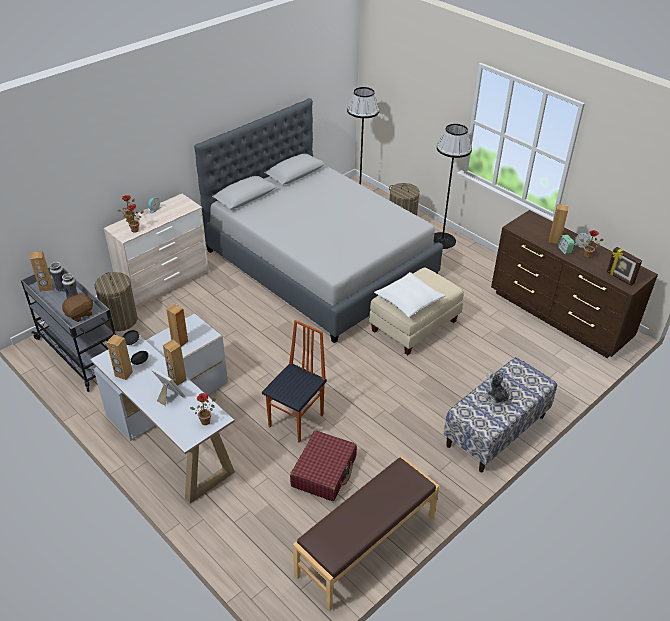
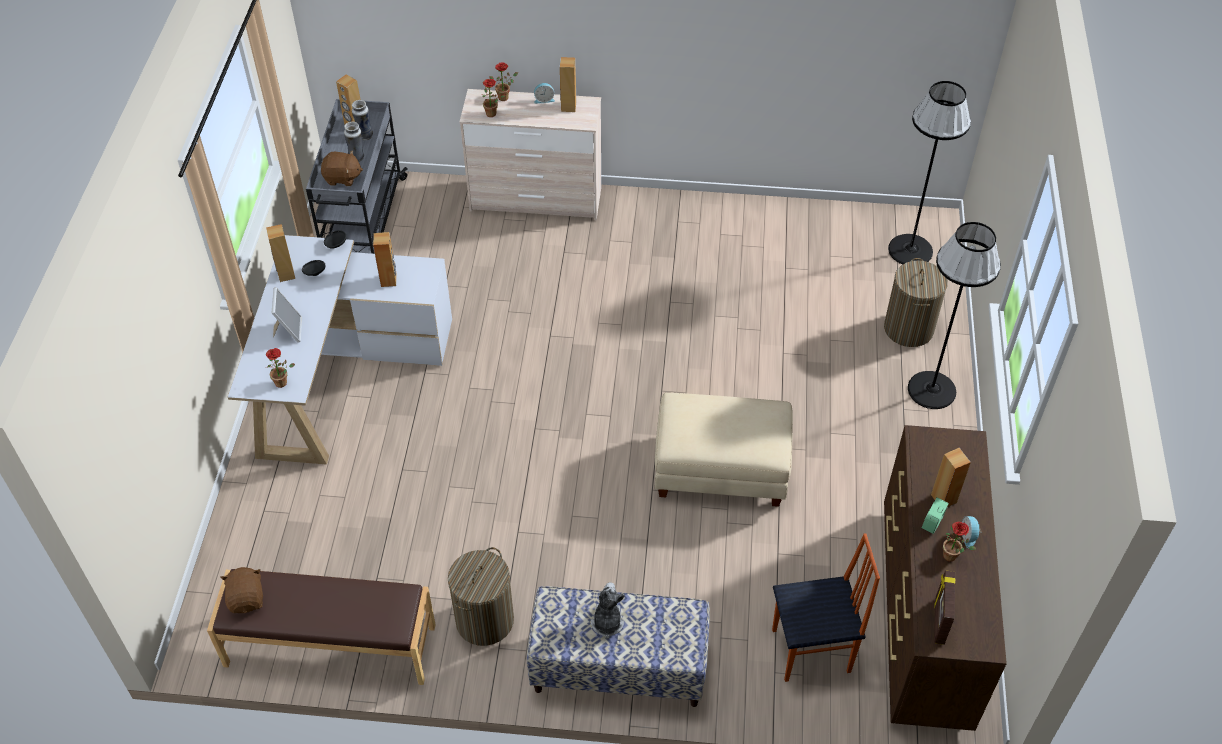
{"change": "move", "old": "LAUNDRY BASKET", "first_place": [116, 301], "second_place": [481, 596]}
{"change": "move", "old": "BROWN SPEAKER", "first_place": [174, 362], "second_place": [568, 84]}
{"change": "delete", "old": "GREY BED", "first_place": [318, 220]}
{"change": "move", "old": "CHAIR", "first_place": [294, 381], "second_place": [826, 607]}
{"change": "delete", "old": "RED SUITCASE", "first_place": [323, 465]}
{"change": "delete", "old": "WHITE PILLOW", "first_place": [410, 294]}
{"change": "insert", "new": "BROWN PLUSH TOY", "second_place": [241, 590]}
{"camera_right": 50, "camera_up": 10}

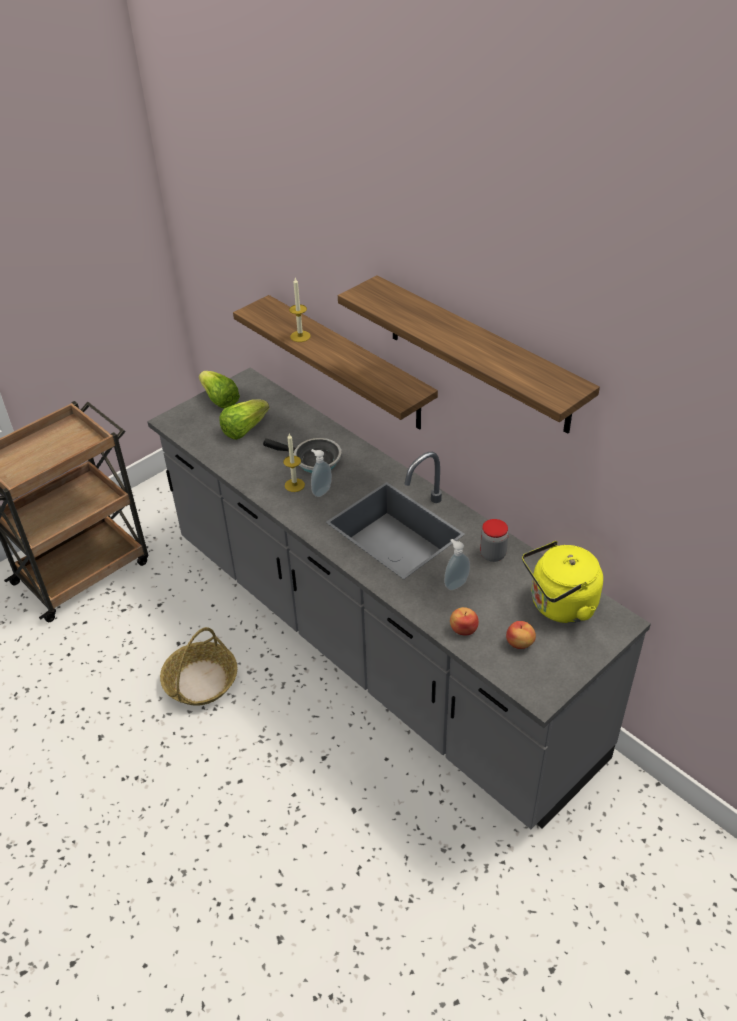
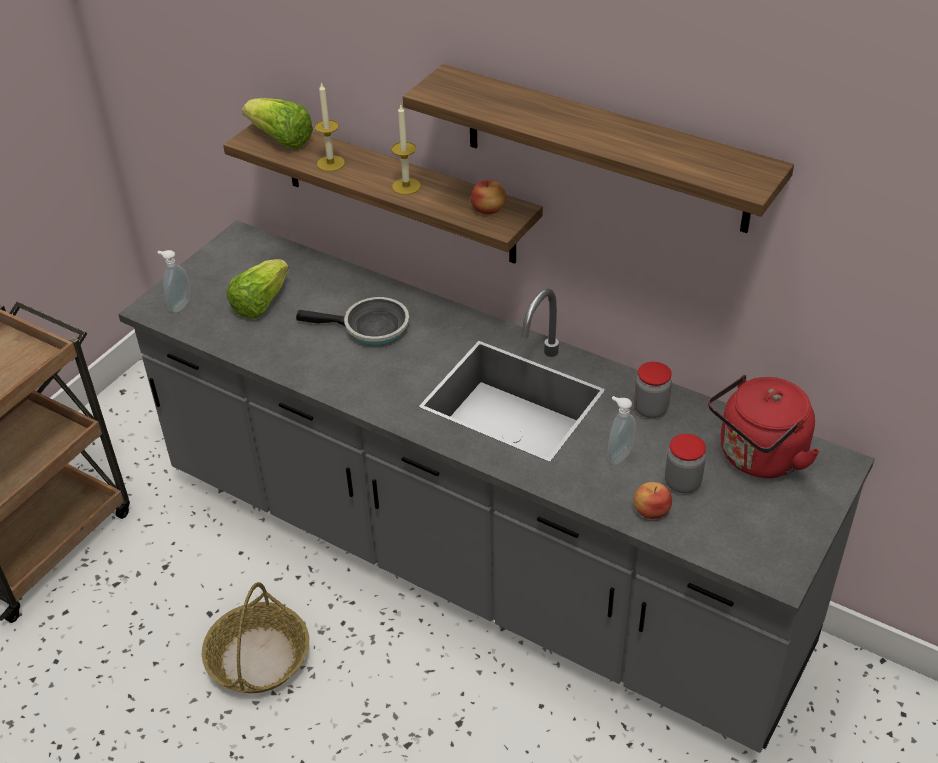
{"change": "move", "old": "LETTUCE", "first_place": [219, 389], "second_place": [277, 123]}
{"change": "move", "old": "CANDLE", "first_place": [294, 463], "second_place": [406, 150]}
{"change": "move", "old": "SOAP DISPENSER", "first_place": [321, 473], "second_place": [174, 281]}
{"change": "move", "old": "APPLE", "first_place": [521, 635], "second_place": [488, 197]}
{"change": "recolor", "old": "YELLOW KETTLE", "new": "RED KETTLE", "first_place": [562, 582], "second_place": [764, 426]}
{"change": "insert", "new": "JAR", "second_place": [685, 463]}
{"camera_right": -15, "camera_up": 0}

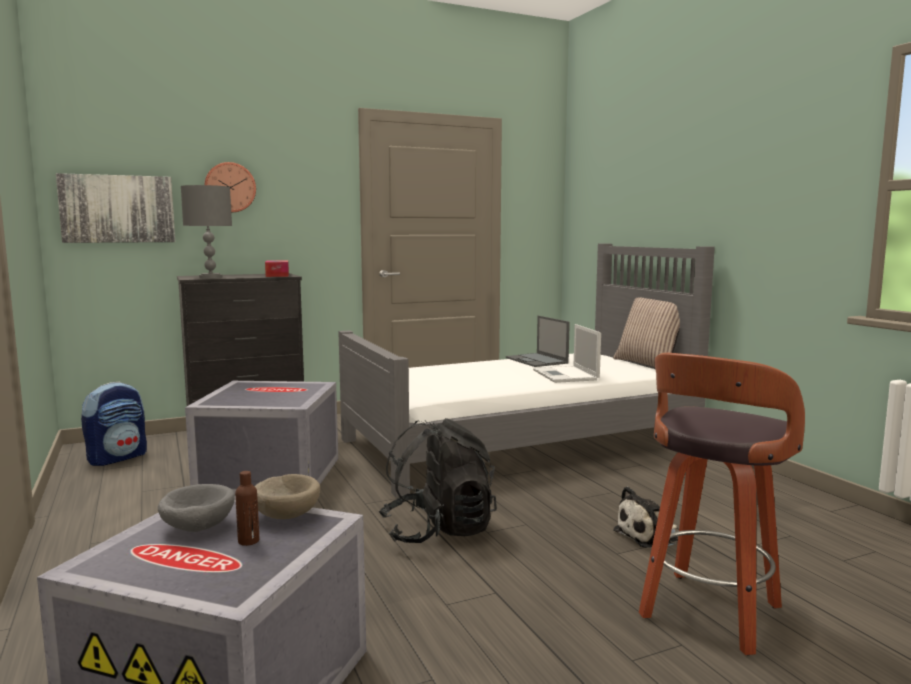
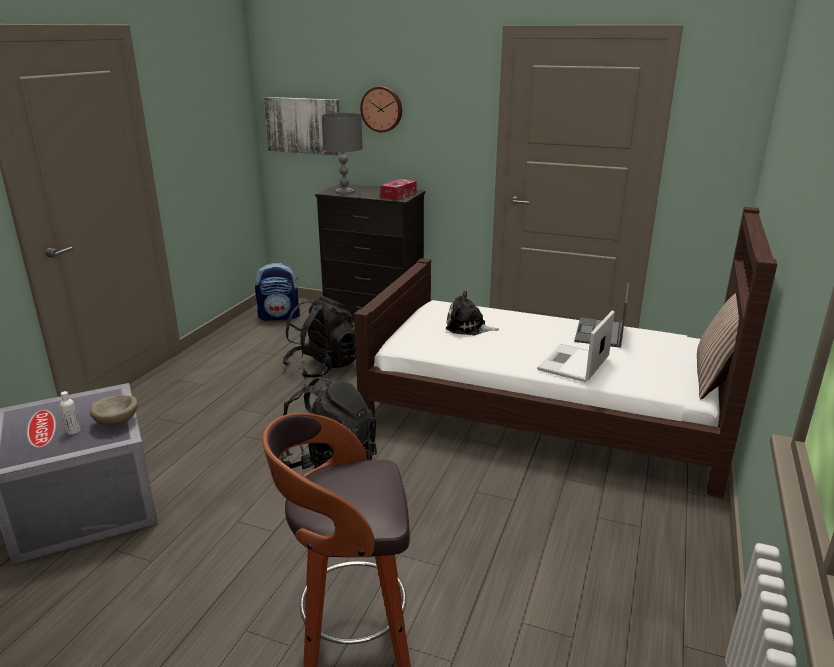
{"change": "delete", "old": "GREY BOWL", "first_place": [196, 508]}
{"change": "replace", "old": "GREY STORAGE BOX", "new": "BLACK BACKPACK", "first_place": [261, 438], "second_place": [319, 337]}
{"change": "recolor", "old": "BROWN BOTTLE", "new": "WHITE BOTTLE", "first_place": [247, 508], "second_place": [70, 413]}
{"change": "recolor", "old": "GREY BED", "new": "BROWN BED", "first_place": [526, 371], "second_place": [565, 352]}
{"change": "move", "old": "PLUSH TOY", "first_place": [645, 517], "second_place": [472, 313]}
{"camera_right": 45, "camera_up": 15}

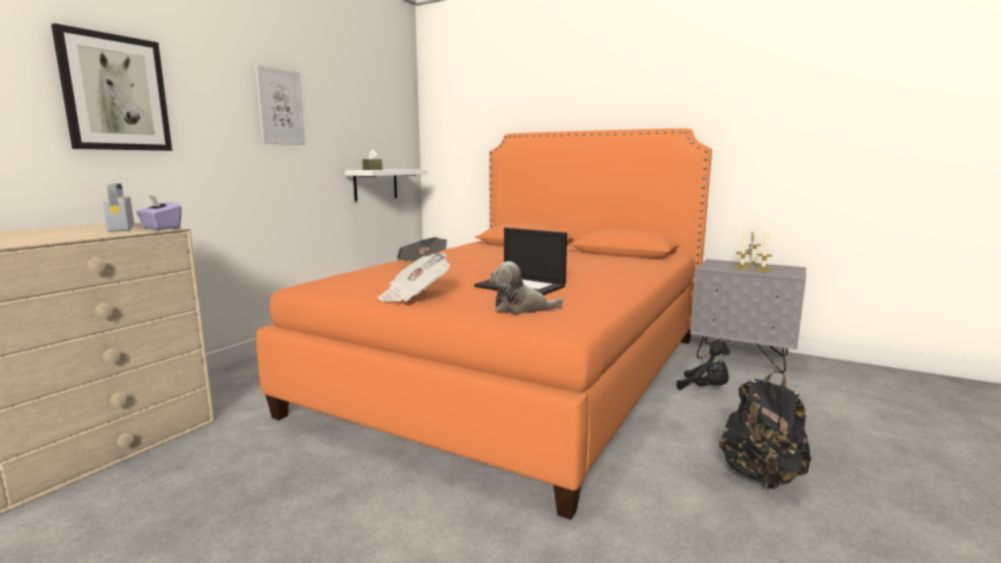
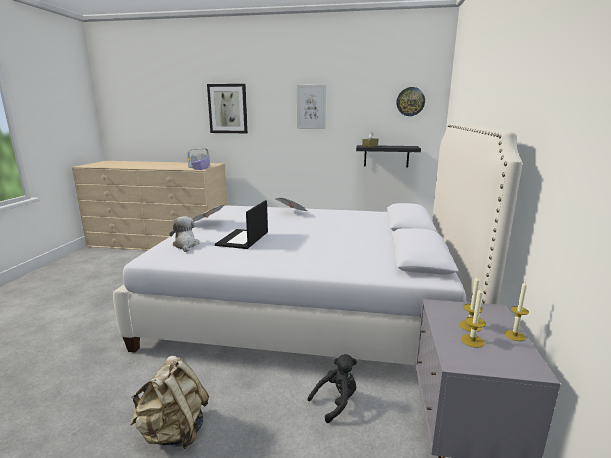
{"change": "recolor", "old": "ORANGE BED", "new": "WHITE BED", "first_place": [484, 324], "second_place": [317, 244]}
{"change": "recolor", "old": "WHITE SHELF", "new": "BLACK SHELF", "first_place": [386, 185], "second_place": [388, 156]}
{"change": "rotate", "old": "BLACK PLUSH TOY", "first_place": [703, 365], "second_place": [332, 388], "degrees": -135}
{"change": "recolor", "old": "BLACK BACKPACK", "new": "BEIGE BACKPACK", "first_place": [765, 430], "second_place": [169, 402]}
{"change": "insert", "new": "WALL CLOCK", "second_place": [410, 101]}
{"camera_right": 70, "camera_up": 5}

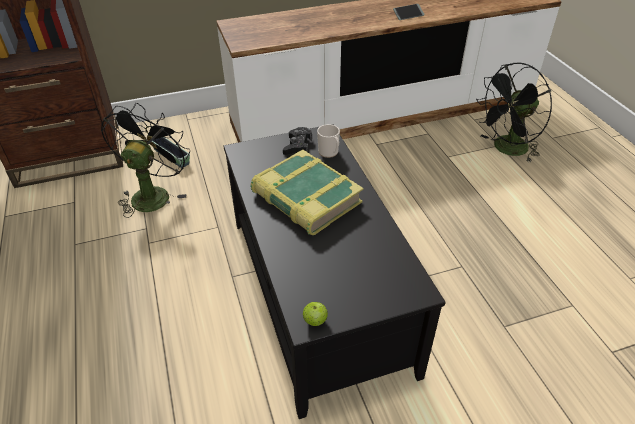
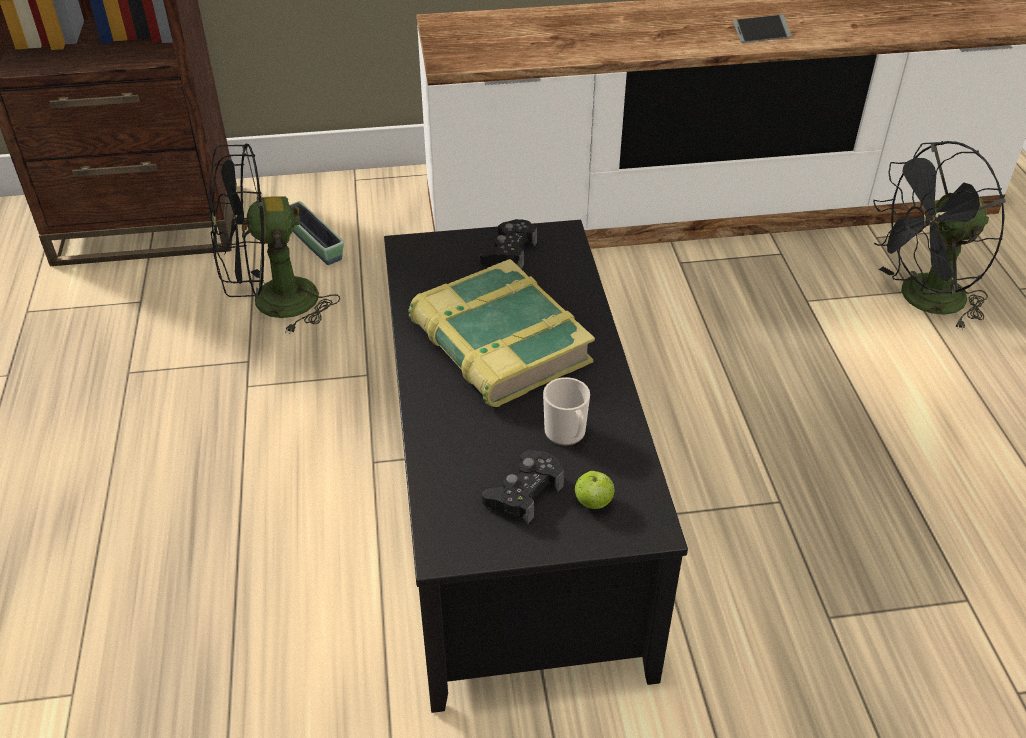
{"change": "rotate", "old": "BLACK FAN", "first_place": [145, 160], "second_place": [274, 239], "degrees": -135}
{"change": "move", "old": "APPLE", "first_place": [315, 314], "second_place": [595, 490]}
{"change": "move", "old": "MUG", "first_place": [328, 141], "second_place": [566, 411]}
{"change": "insert", "new": "BLACK GAME CONTROLLER", "second_place": [523, 487]}
{"camera_right": 10, "camera_up": 0}

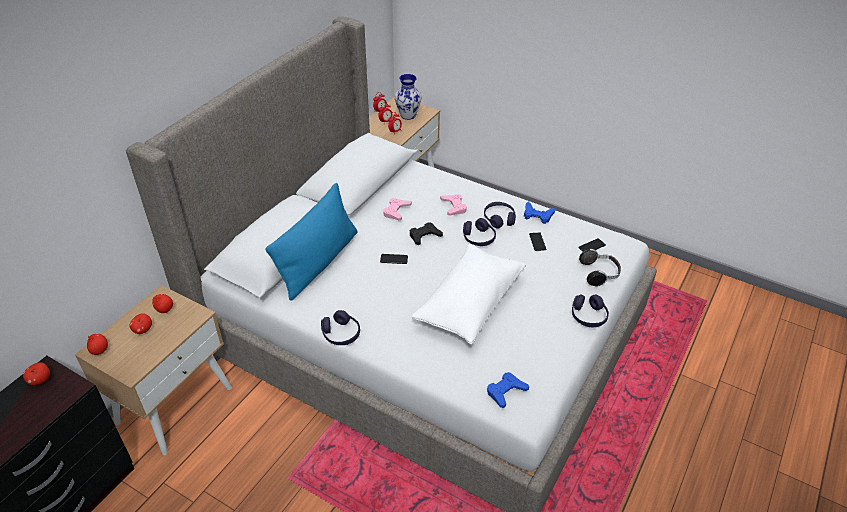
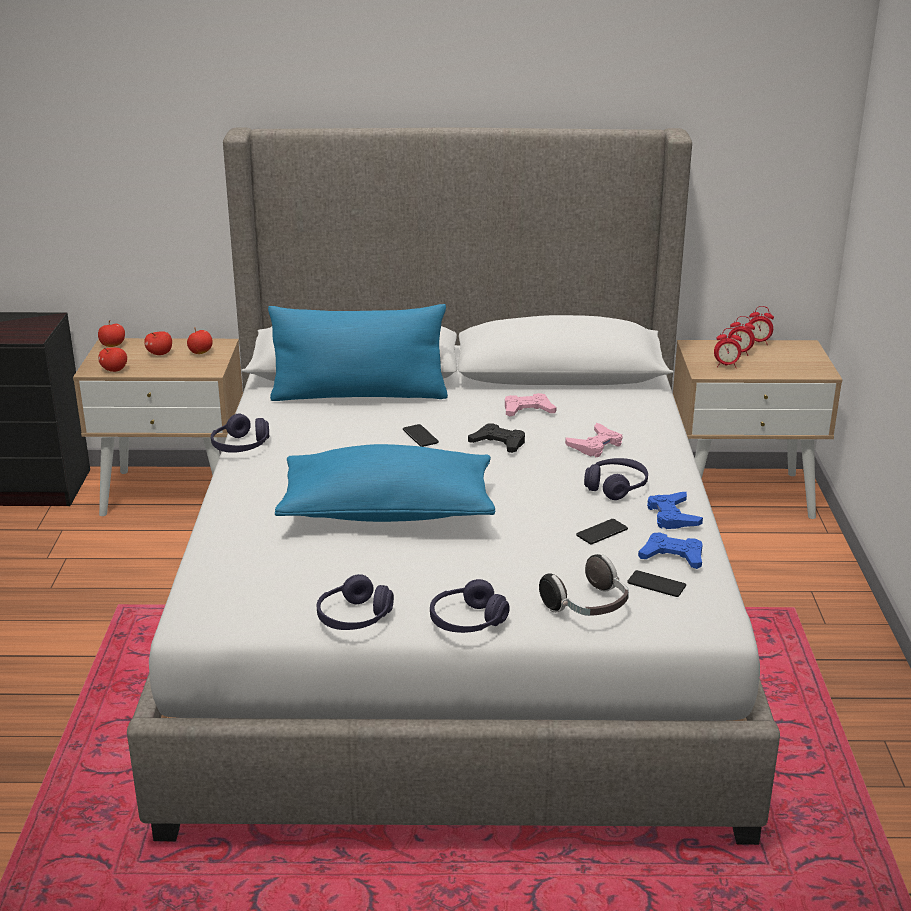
{"change": "move", "old": "APPLE", "first_place": [36, 373], "second_place": [112, 359]}
{"change": "delete", "old": "VASE", "first_place": [408, 97]}
{"change": "recolor", "old": "WHITE PILLOW", "new": "BLUE PILLOW", "first_place": [468, 294], "second_place": [385, 483]}
{"change": "move", "old": "PURPLE HEADPHONES", "first_place": [479, 232], "second_place": [355, 602]}
{"change": "move", "old": "BLUE GAME CONTROLLER", "first_place": [508, 390], "second_place": [670, 551]}
{"camera_right": 60, "camera_up": -15}

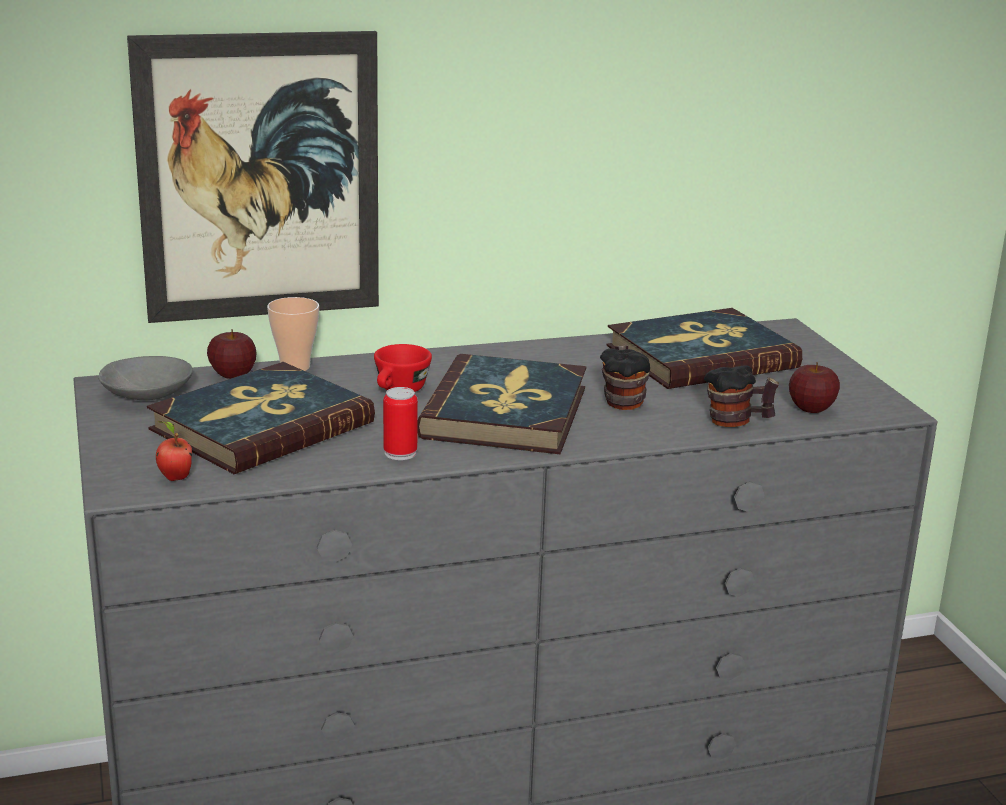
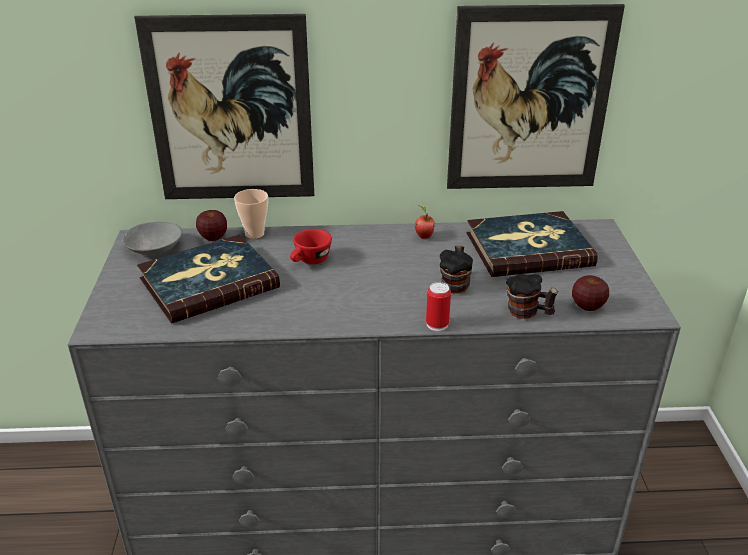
{"change": "move", "old": "APPLE", "first_place": [174, 451], "second_place": [424, 222]}
{"change": "move", "old": "CAN", "first_place": [400, 423], "second_place": [438, 306]}
{"change": "delete", "old": "BOOK", "first_place": [501, 404]}
{"change": "insert", "new": "PICTURE", "second_place": [536, 96]}
{"camera_right": 15, "camera_up": 10}

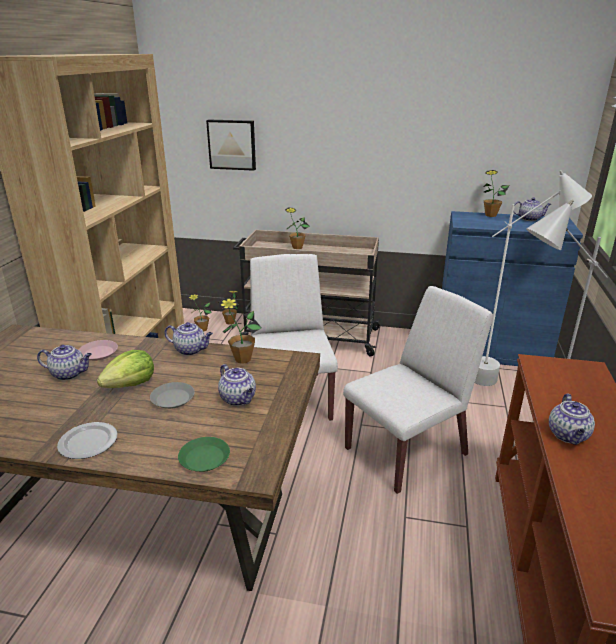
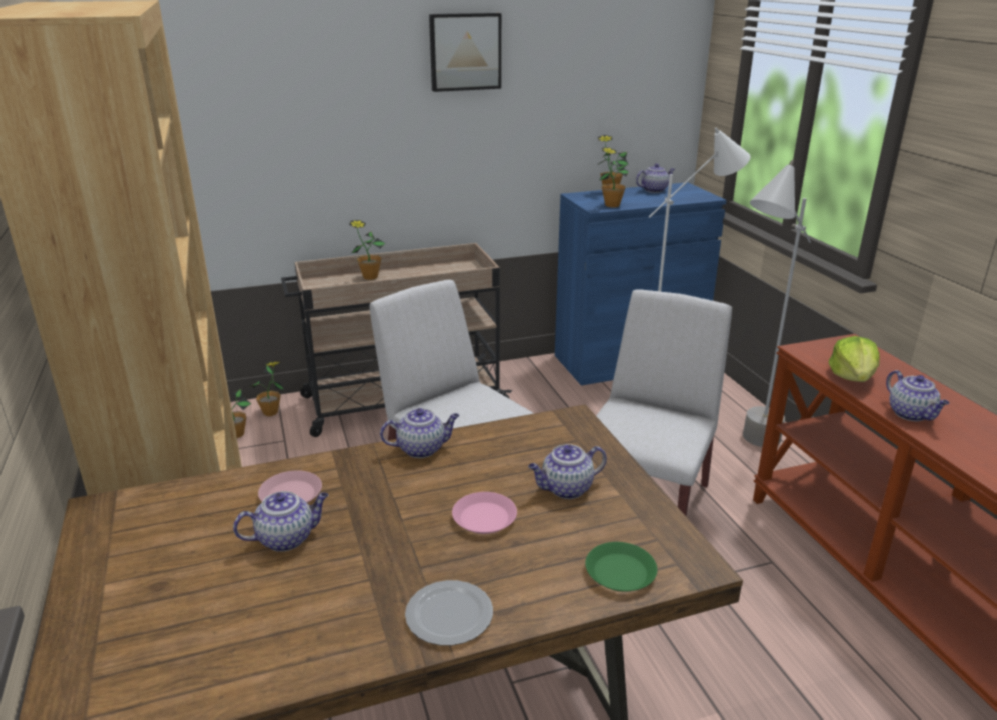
{"change": "move", "old": "LETTUCE", "first_place": [125, 369], "second_place": [854, 359]}
{"change": "recolor", "old": "GREY PLATE", "new": "PINK PLATE", "first_place": [172, 395], "second_place": [484, 513]}
{"change": "move", "old": "PICTURE", "first_place": [231, 145], "second_place": [465, 52]}
{"change": "rotate", "old": "TEAPOT", "first_place": [237, 385], "second_place": [567, 471], "degrees": 135}
{"change": "move", "old": "POTTED PLANT", "first_place": [240, 331], "second_place": [614, 177]}
{"camera_right": -30, "camera_up": 0}

